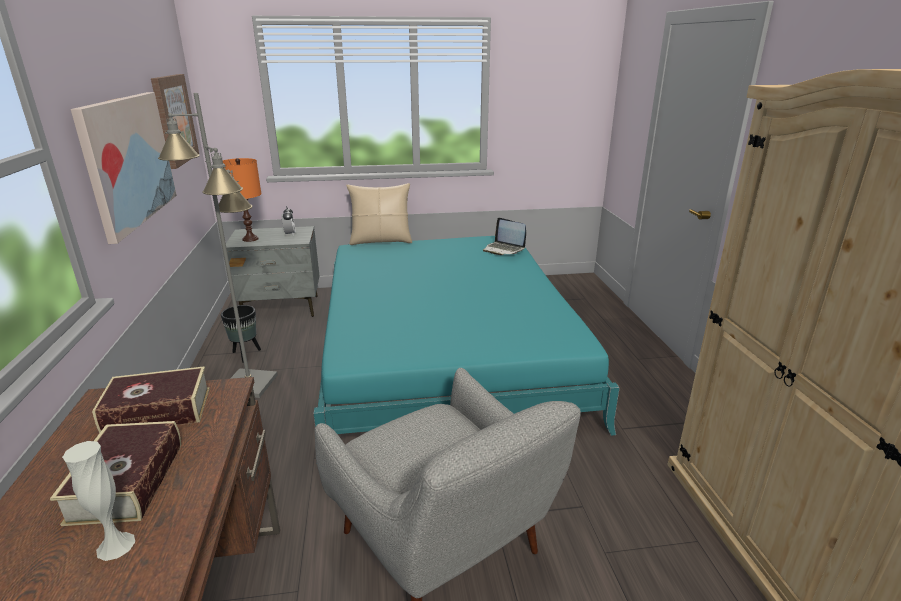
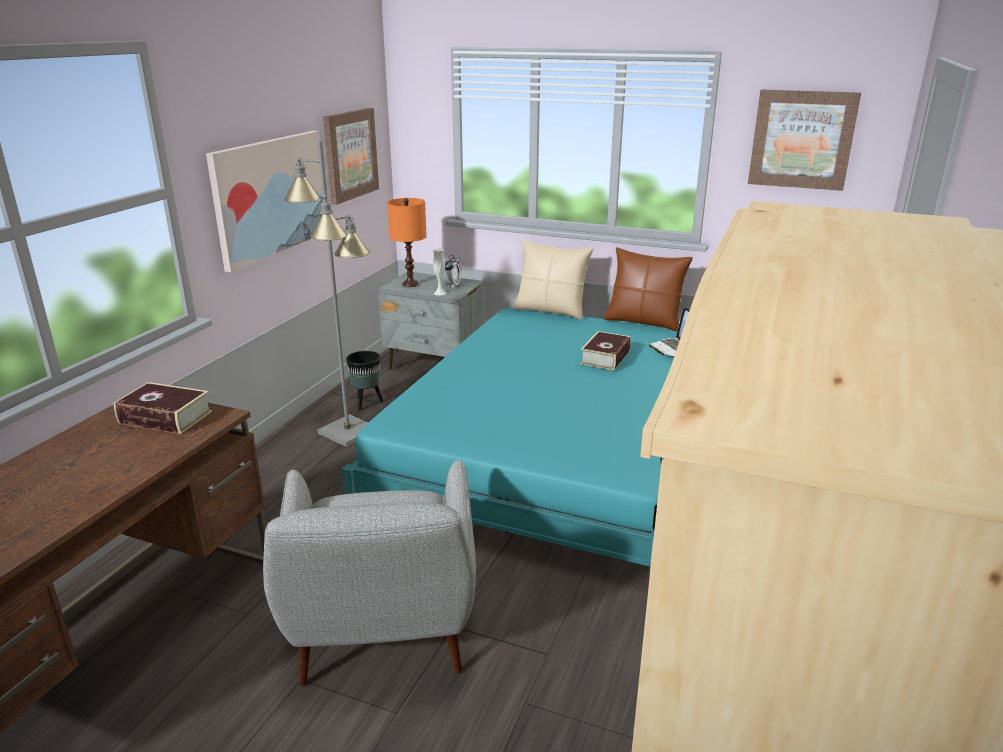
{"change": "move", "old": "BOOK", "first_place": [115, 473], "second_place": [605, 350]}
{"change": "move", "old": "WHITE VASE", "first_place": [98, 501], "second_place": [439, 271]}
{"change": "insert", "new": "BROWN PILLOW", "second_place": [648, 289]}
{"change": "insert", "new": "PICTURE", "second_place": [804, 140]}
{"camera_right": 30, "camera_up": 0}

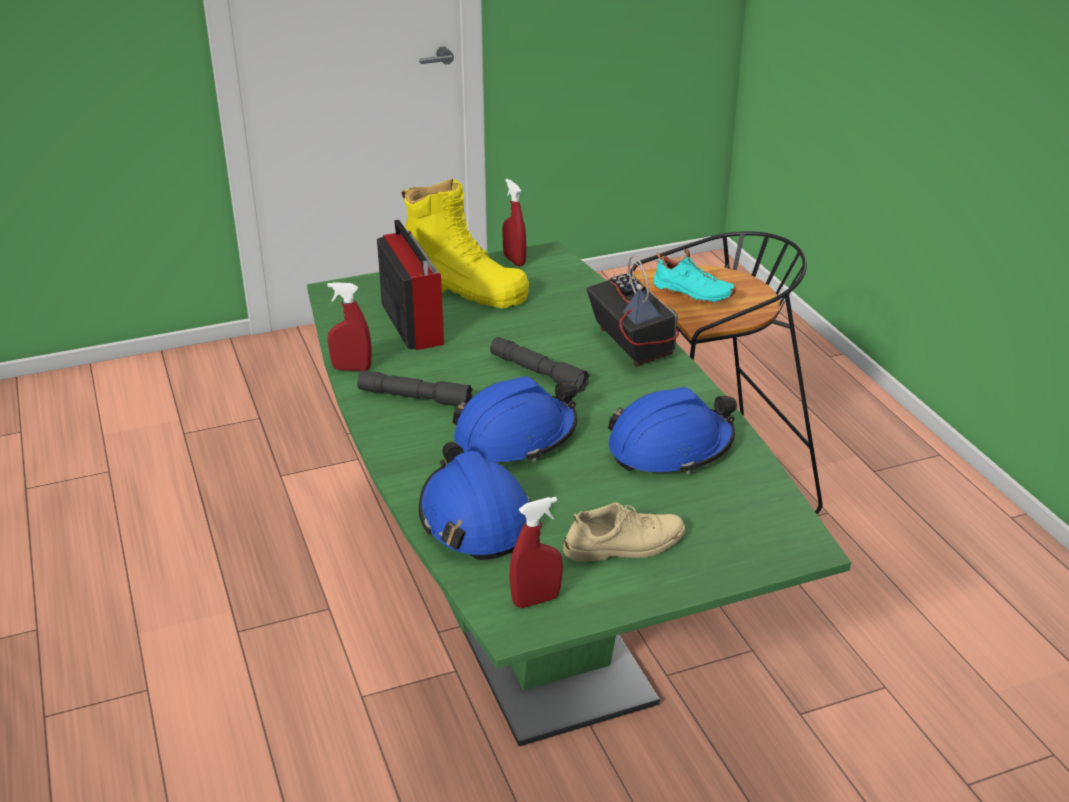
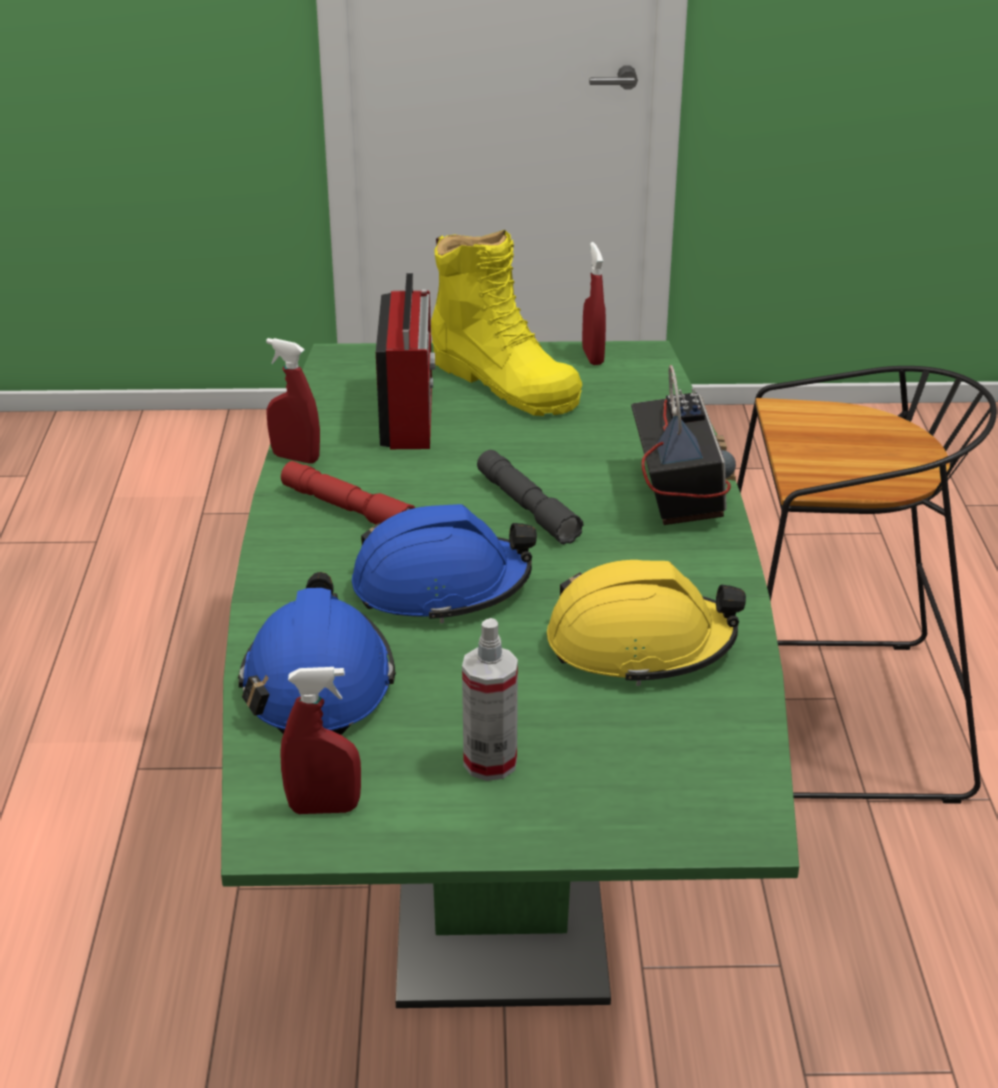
{"change": "recolor", "old": "GREY FLASHLIGHT", "new": "RED FLASHLIGHT", "first_place": [414, 388], "second_place": [348, 492]}
{"change": "replace", "old": "BEIGE SHOE", "new": "SPRAY BOTTLE", "first_place": [624, 532], "second_place": [490, 699]}
{"change": "recolor", "old": "BLUE HARD HAT", "new": "YELLOW HARD HAT", "first_place": [672, 430], "second_place": [646, 623]}
{"change": "delete", "old": "TURQUOISE SHOE", "first_place": [694, 275]}
{"camera_right": 20, "camera_up": 0}

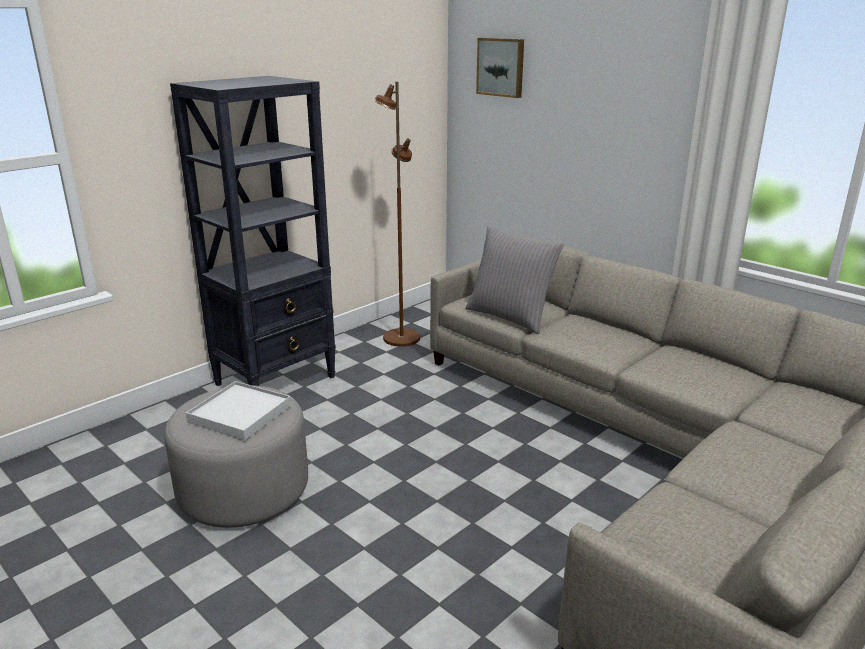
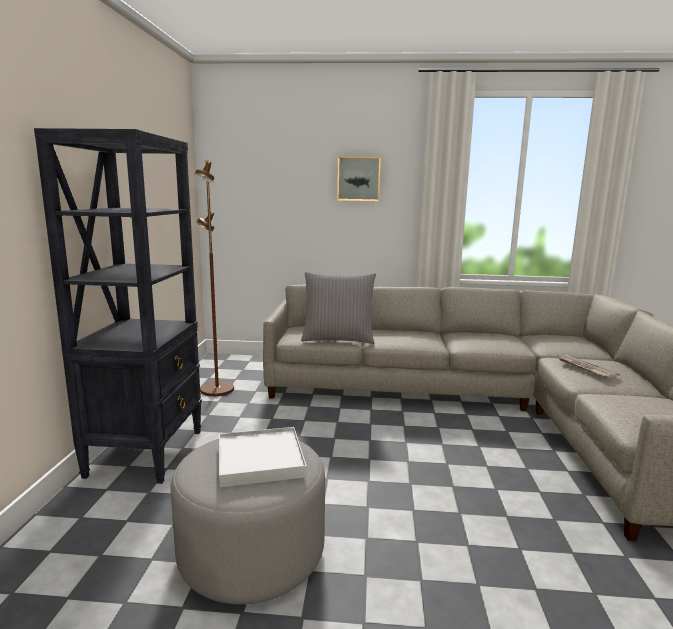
{"change": "move", "old": "PICTURE", "first_place": [500, 68], "second_place": [359, 179]}
{"change": "insert", "new": "NEWSPAPER", "second_place": [589, 366]}
{"camera_right": -40, "camera_up": -10}

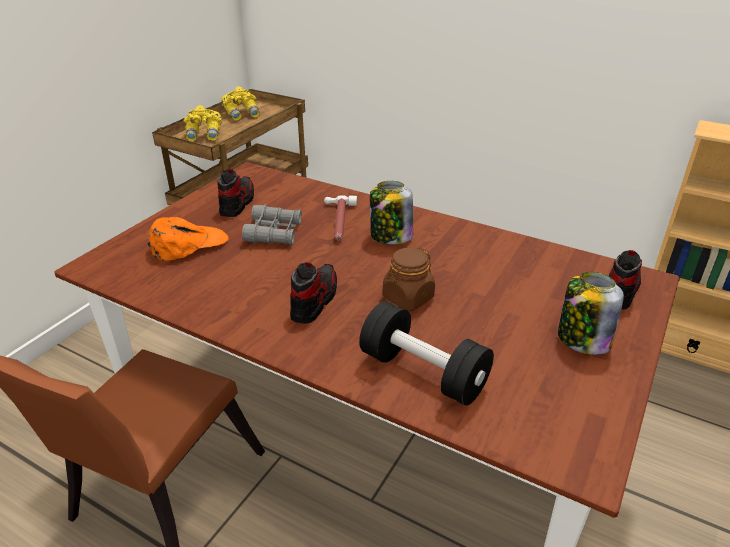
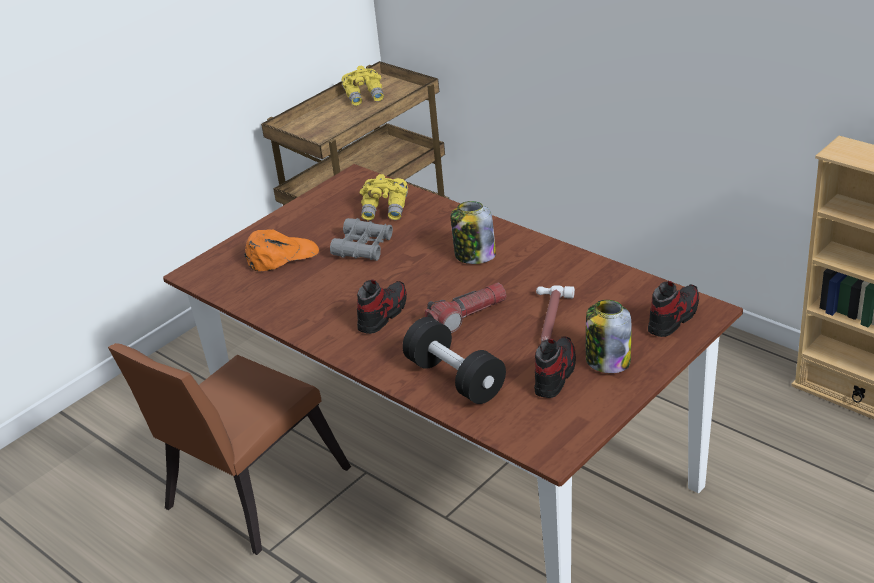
{"change": "move", "old": "YELLOW BINOCULARS", "first_place": [203, 123], "second_place": [384, 197]}
{"change": "move", "old": "SHOE", "first_place": [235, 193], "second_place": [555, 367]}
{"change": "move", "old": "HAMMER", "first_place": [340, 218], "second_place": [555, 313]}
{"change": "replace", "old": "BROWN JAR", "new": "FLASHLIGHT", "first_place": [409, 278], "second_place": [465, 308]}
{"camera_right": 15, "camera_up": 0}

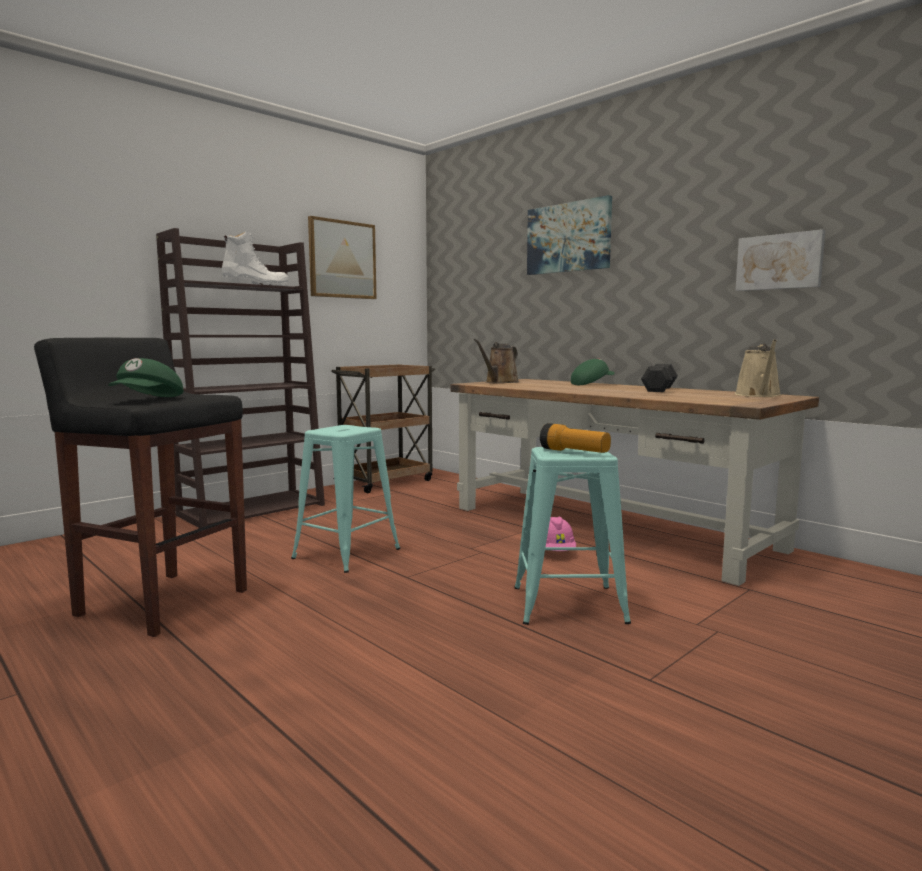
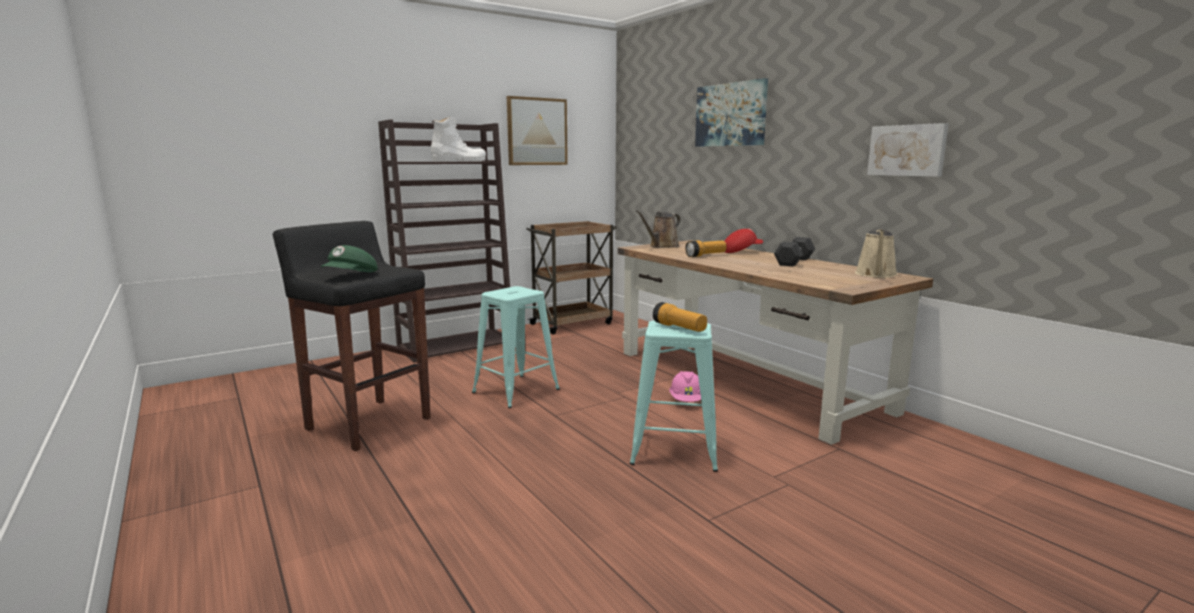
{"change": "recolor", "old": "GREEN CAP", "new": "RED CAP", "first_place": [593, 372], "second_place": [743, 241]}
{"change": "insert", "new": "FLASHLIGHT", "second_place": [705, 248]}
{"camera_right": 10, "camera_up": 5}

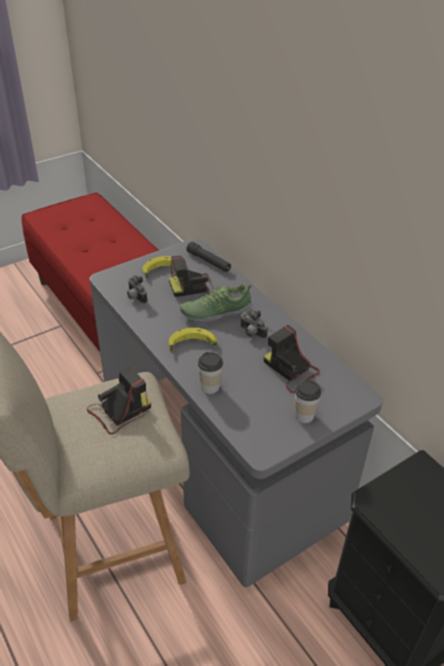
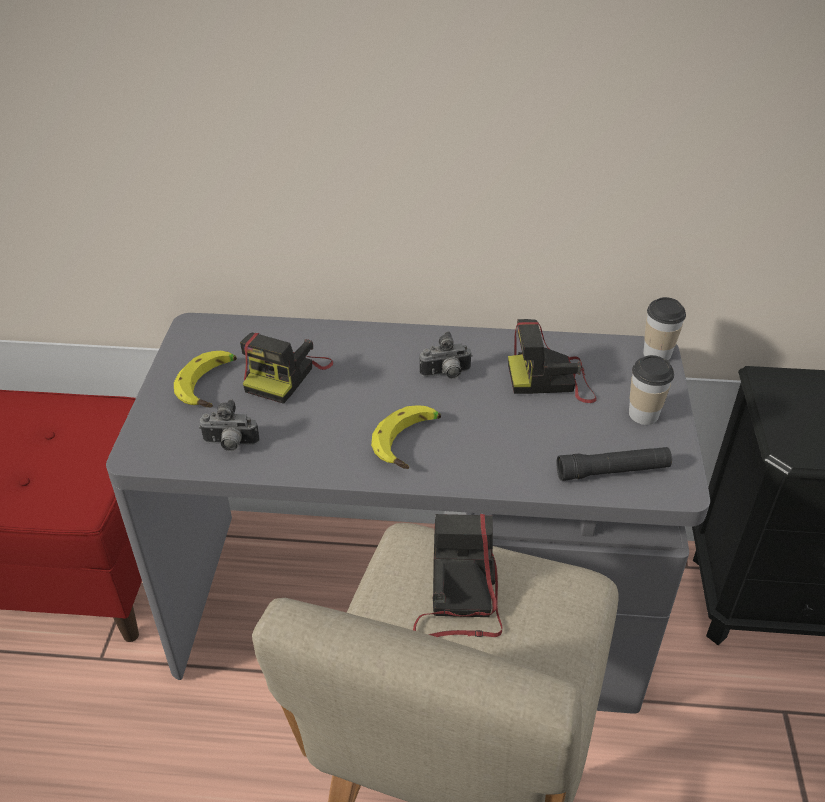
{"change": "delete", "old": "SHOE", "first_place": [216, 304]}
{"change": "move", "old": "BLACK FLASHLIGHT", "first_place": [208, 257], "second_place": [614, 464]}
{"change": "move", "old": "CUP", "first_place": [210, 373], "second_place": [664, 329]}
{"camera_right": -50, "camera_up": 0}

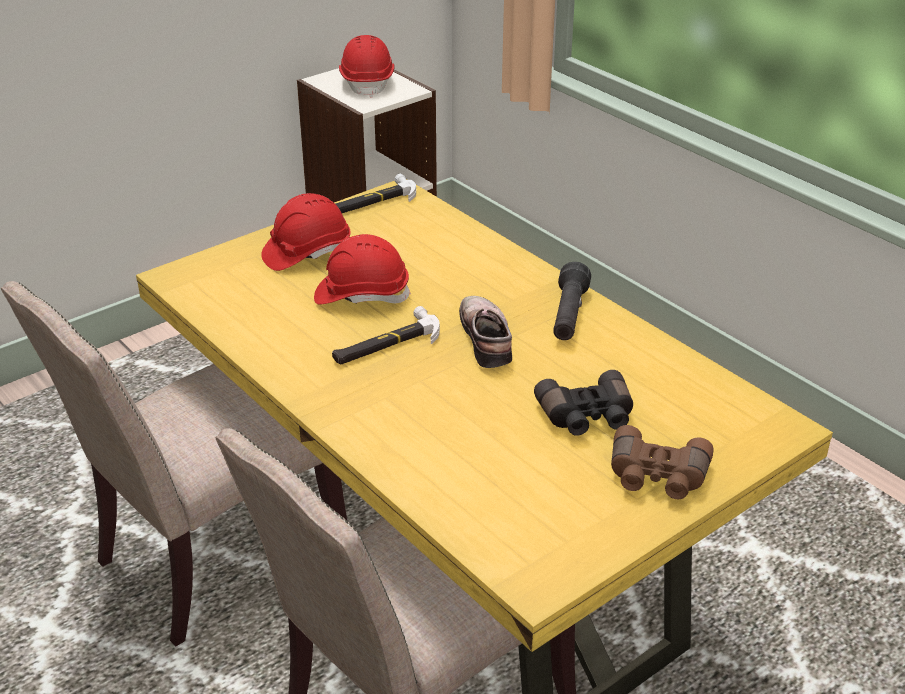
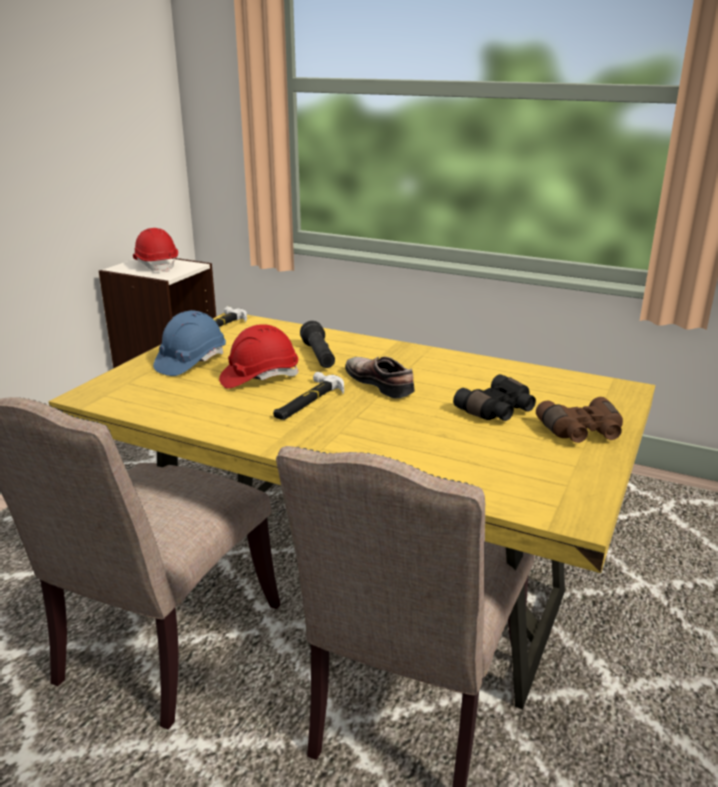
{"change": "recolor", "old": "RED HARD HAT", "new": "BLUE HARD HAT", "first_place": [305, 232], "second_place": [189, 343]}
{"change": "move", "old": "BLACK FLASHLIGHT", "first_place": [572, 301], "second_place": [317, 344]}
{"camera_right": -25, "camera_up": -10}

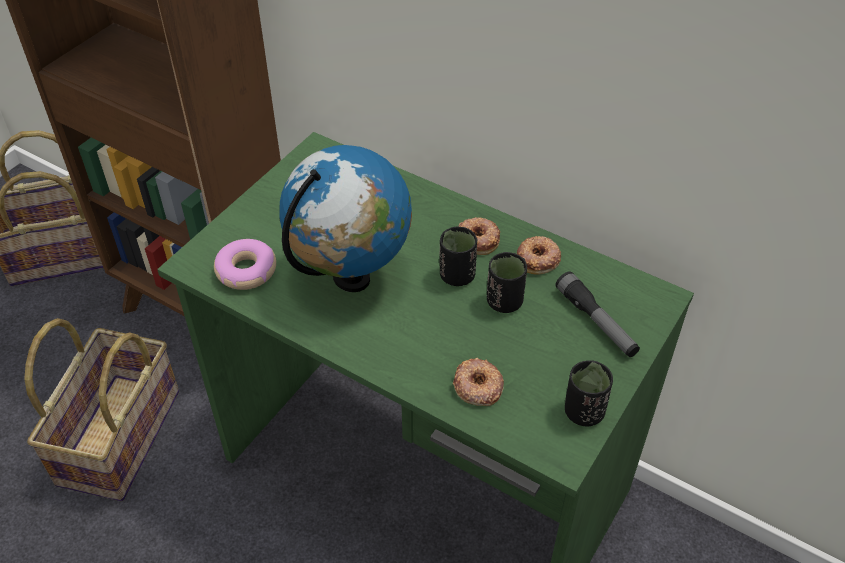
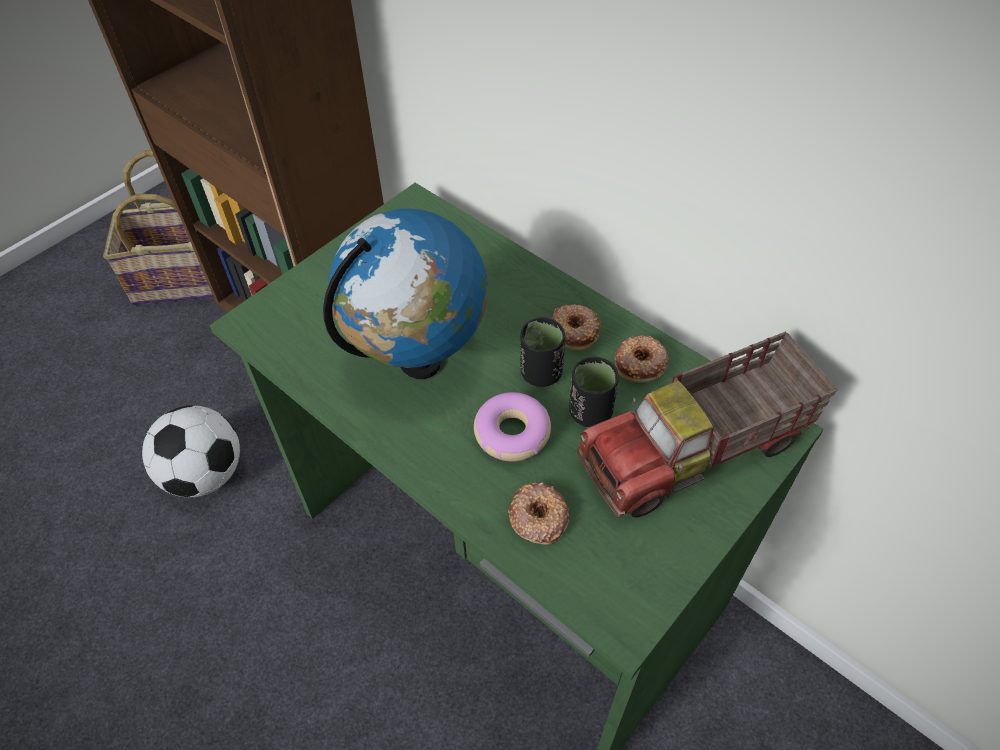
{"change": "replace", "old": "BASKET", "new": "FOOTBALL", "first_place": [101, 409], "second_place": [191, 451]}
{"change": "move", "old": "DONUT", "first_place": [245, 264], "second_place": [512, 426]}
{"change": "replace", "old": "FLASHLIGHT", "new": "TOY TRUCK", "first_place": [598, 314], "second_place": [707, 425]}
{"change": "delete", "old": "BLACK CUP", "first_place": [589, 393]}
{"camera_right": 10, "camera_up": 5}

